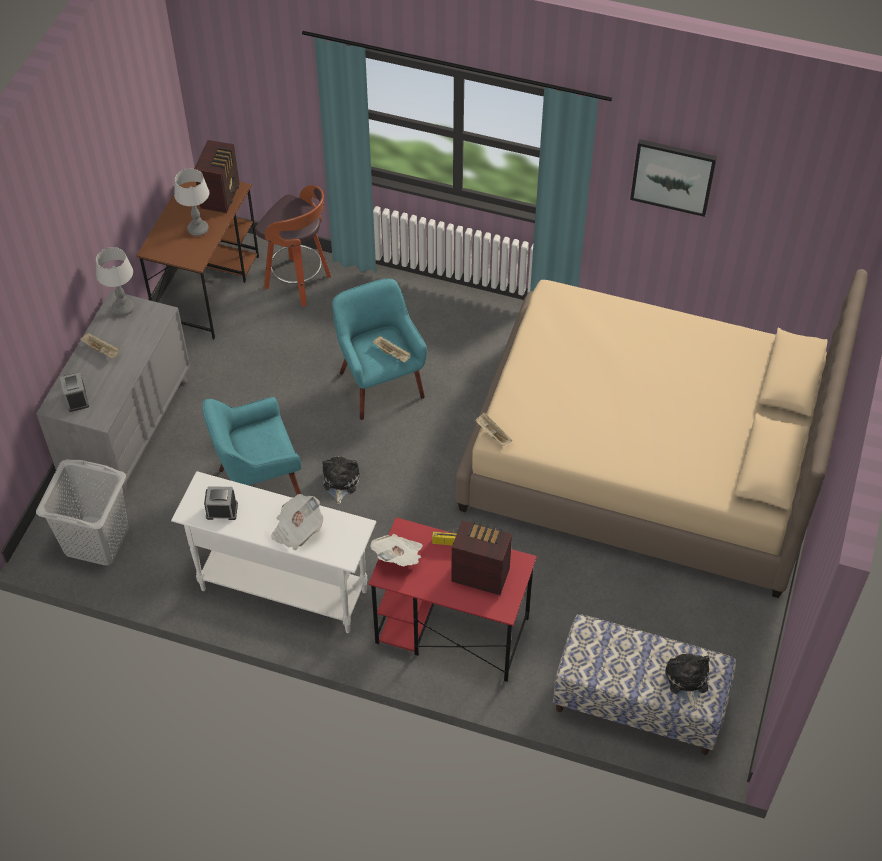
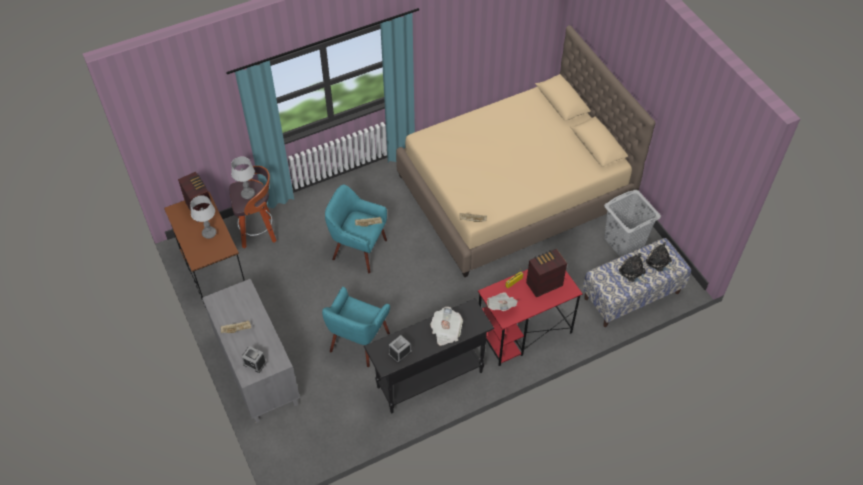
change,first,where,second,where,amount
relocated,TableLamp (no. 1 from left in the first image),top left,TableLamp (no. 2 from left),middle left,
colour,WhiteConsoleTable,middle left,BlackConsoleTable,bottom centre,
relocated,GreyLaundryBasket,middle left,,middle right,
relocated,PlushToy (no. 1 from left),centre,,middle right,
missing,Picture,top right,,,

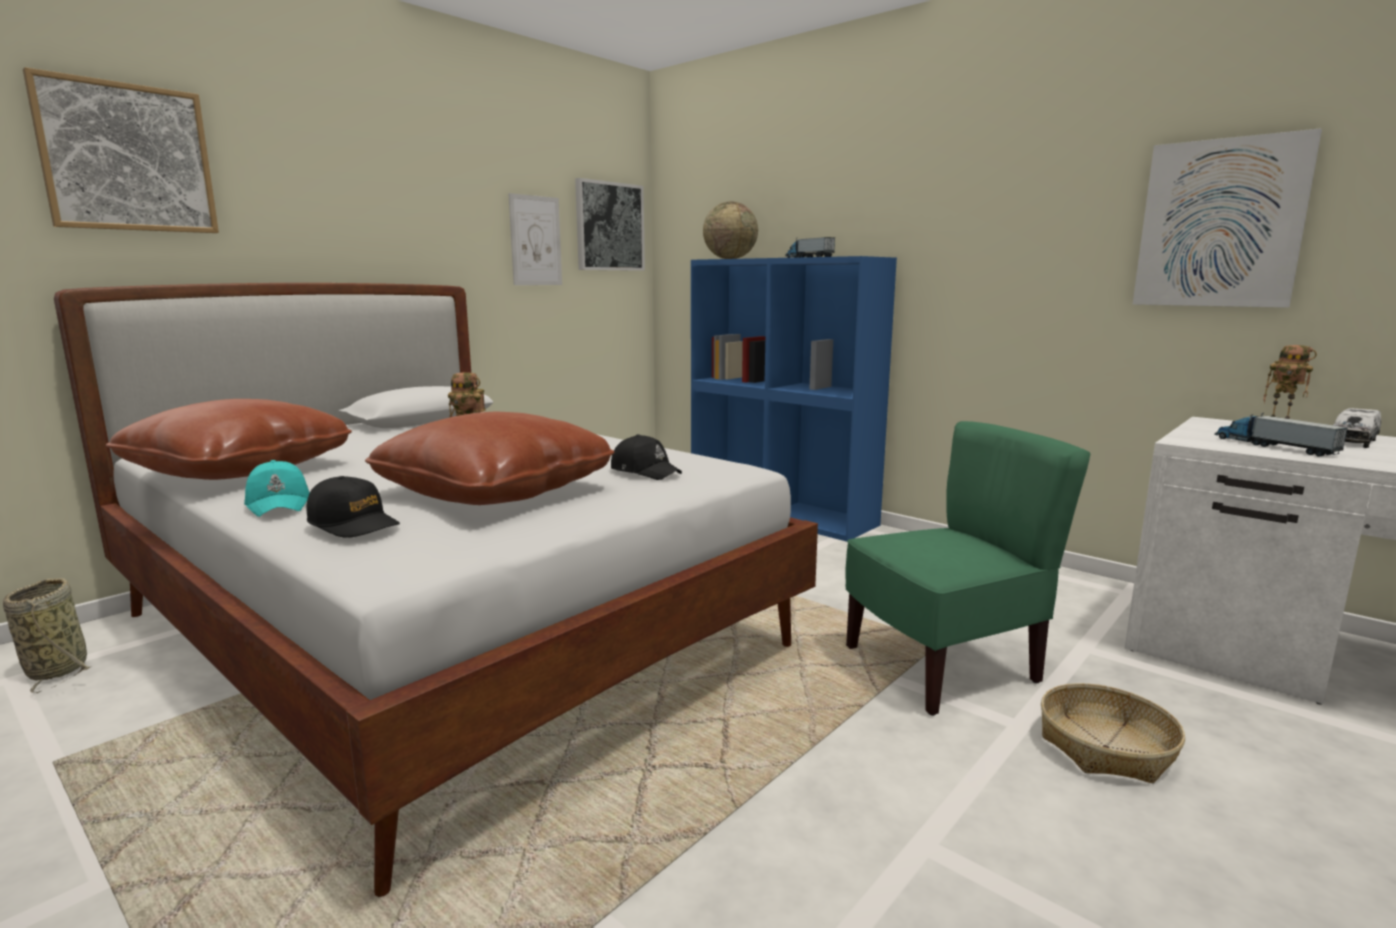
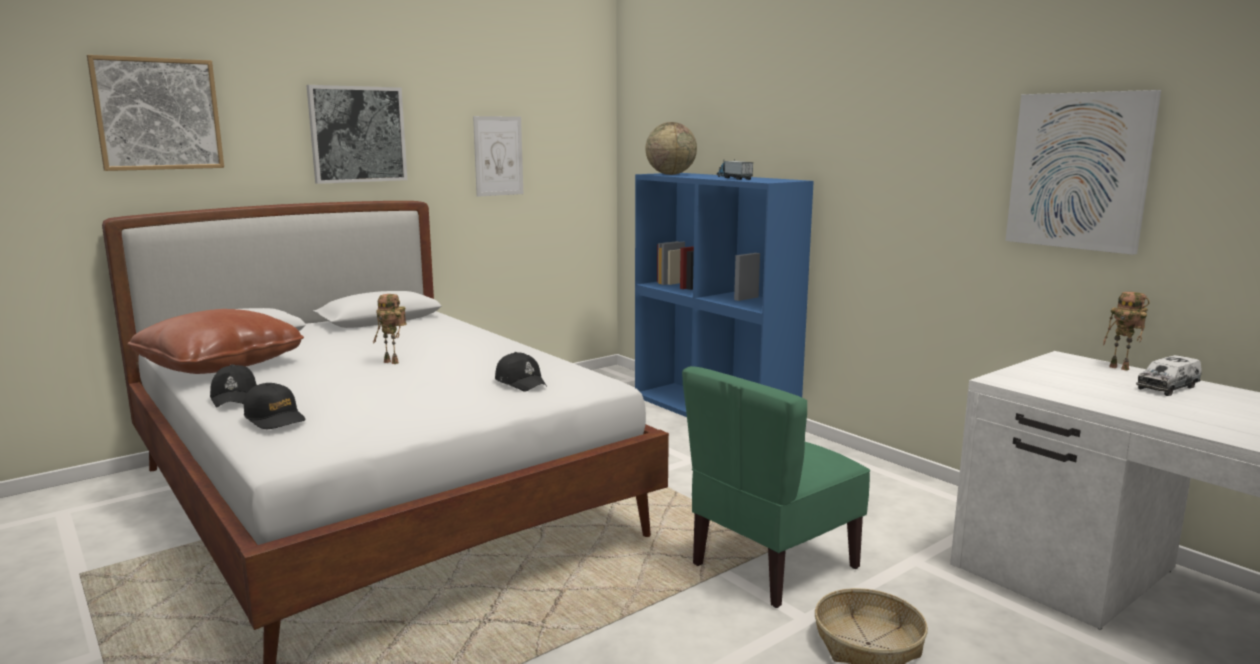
change,first,where,second,where,amount
colour,TurquoiseCap,middle left,BlackCap (no. 1 from left),middle left,
relocated,Picture (no. 3 from left in the first image),top centre,Picture (no. 2 from left),top left,
spun,GreenChair,middle right,,bottom centre,150 degrees clockwise
missing,Basket (no. 1 from left),bottom left,,,
missing,BrownPillow (no. 2 from left),centre,,,
missing,ToyTruck (no. 2 from left),middle right,,,

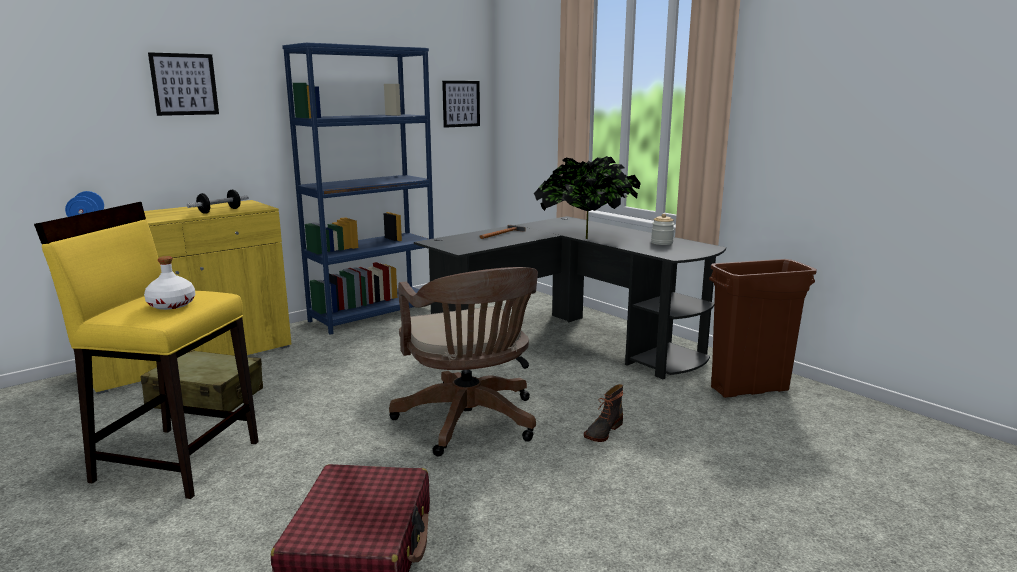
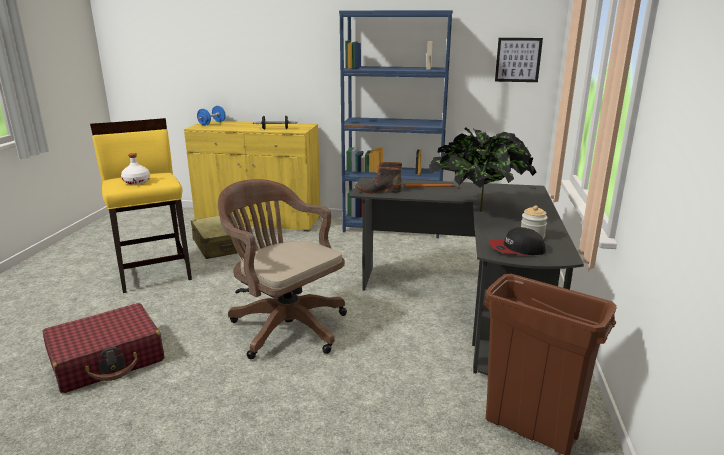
change,first,where,second,where,amount
spun,BrownOfficeChair,centre,,centre,105 degrees clockwise
relocated,Boot,bottom centre,,centre,
appeared,,,Cap,middle right,
missing,Picture (no. 1 from left),top left,,,

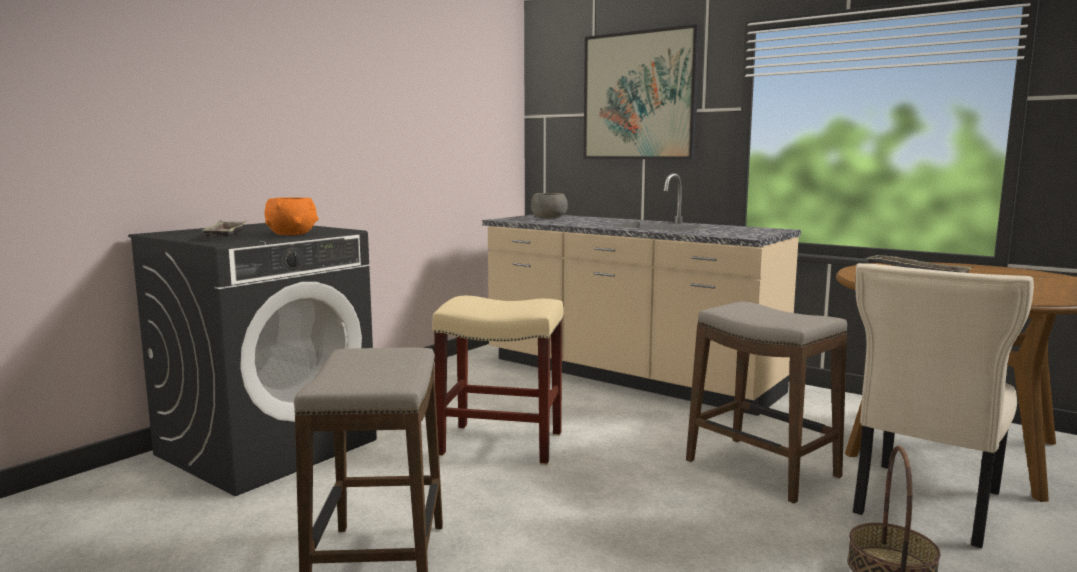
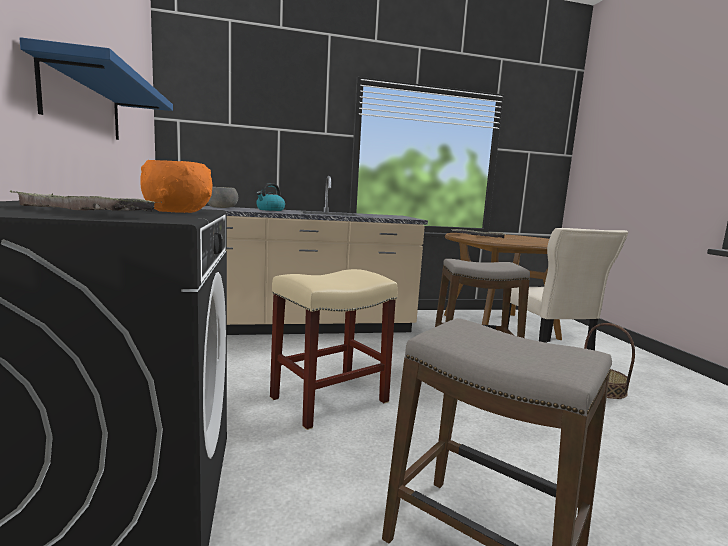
change,first,where,second,where,amount
appeared,,,BlueShelf,top left,
appeared,,,Kettle,centre,
missing,Picture,top centre,,,

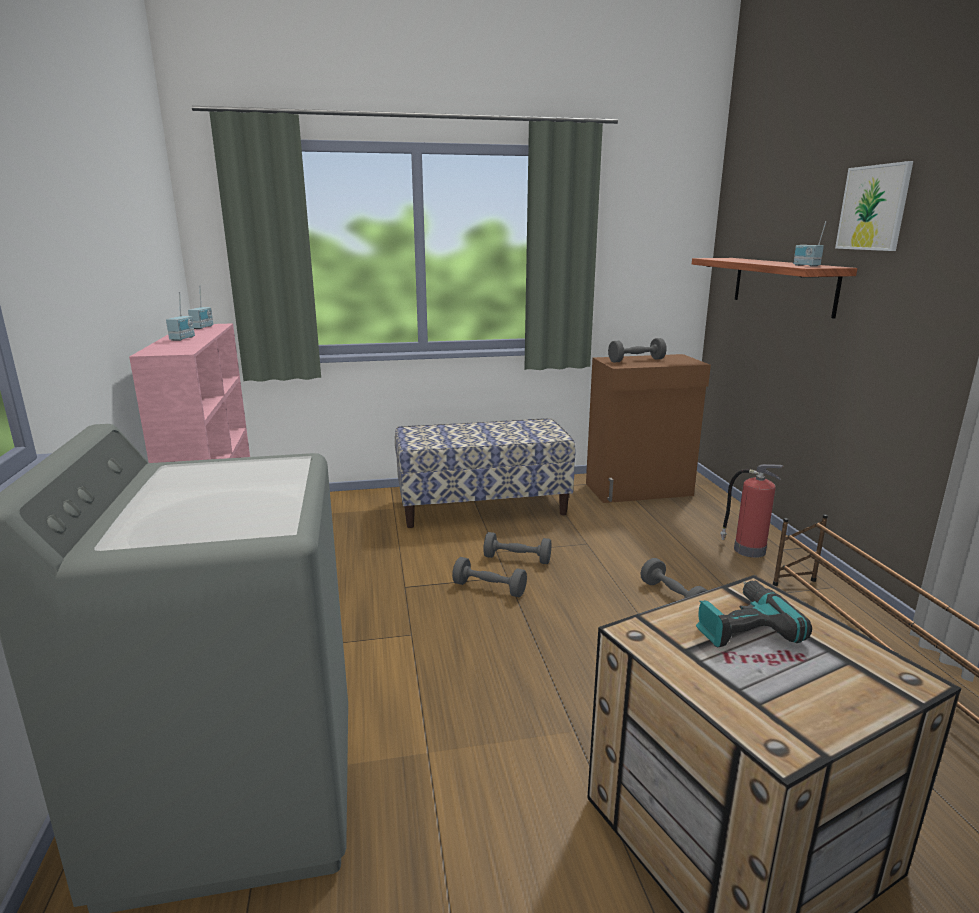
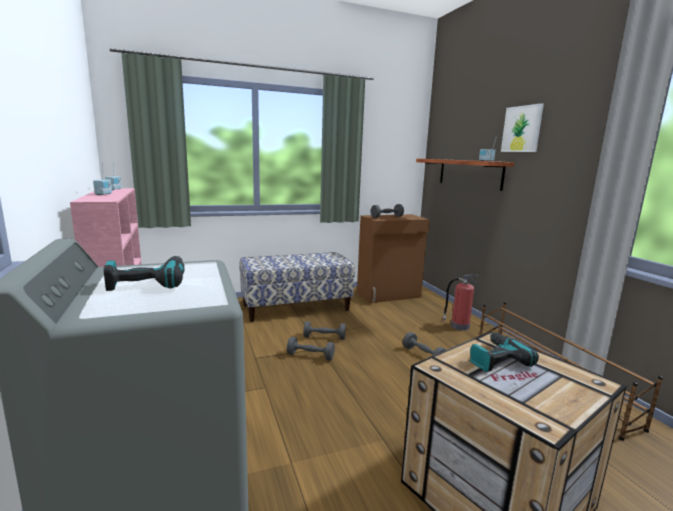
change,first,where,second,where,amount
appeared,,,PowerDrill (no. 1 from left),middle left,

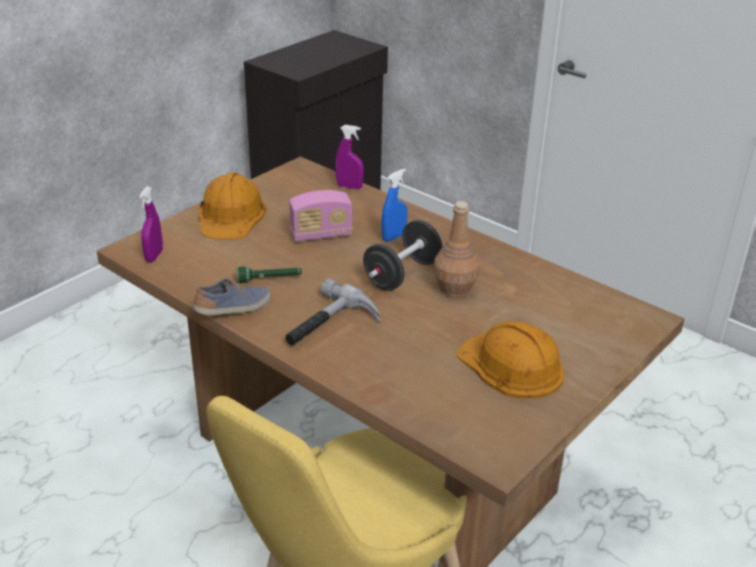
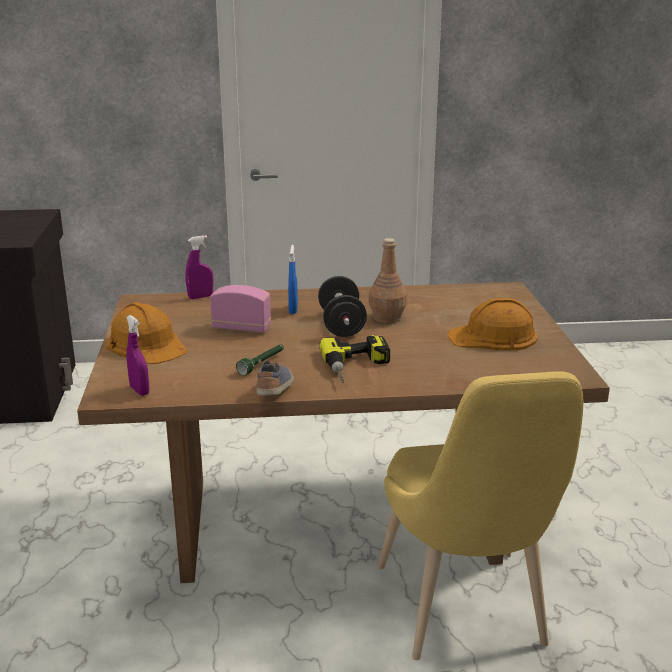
change,first,where,second,where,amount
spun,Radio,centre,,centre,105 degrees counterclockwise
exchanged,Hammer,centre,PowerDrill,centre,

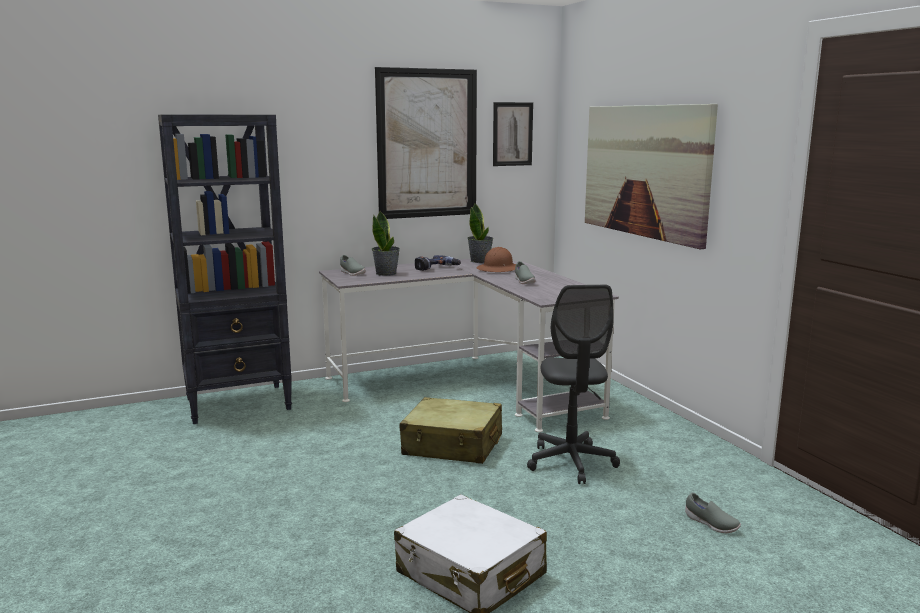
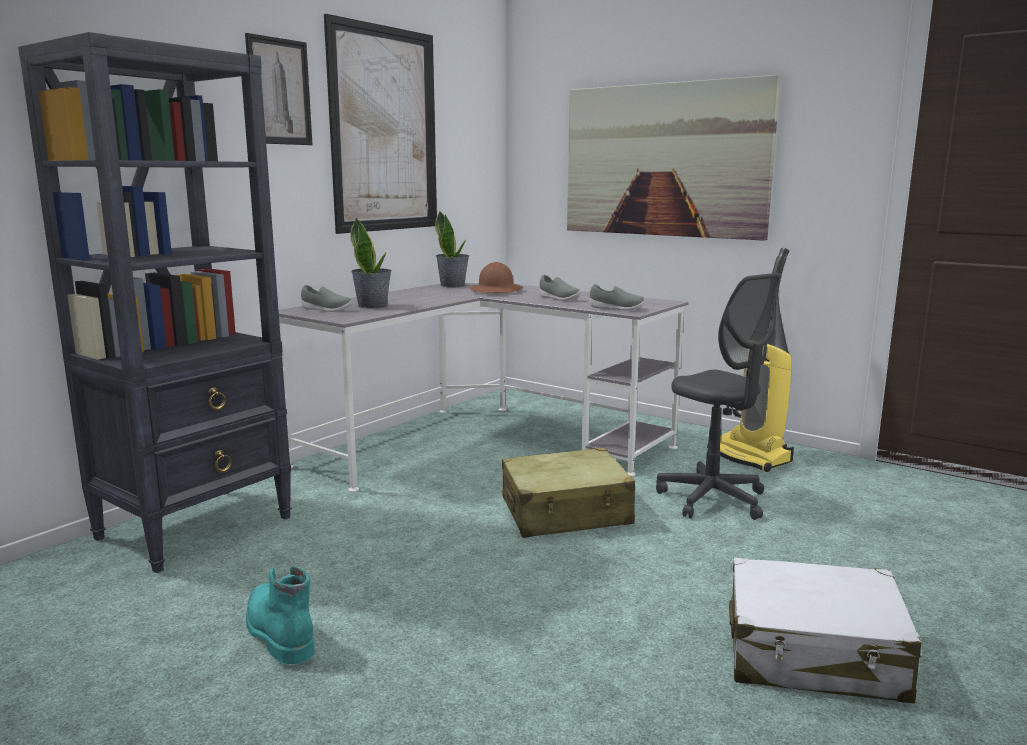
change,first,where,second,where,amount
relocated,Picture (no. 2 from left in the first image),top centre,Picture (no. 1 from left),top left,
appeared,,,TurquoiseBoot,bottom left,
relocated,GreyShoe (no. 3 from left),bottom right,,centre,
appeared,,,VacuumCleaner,middle right,
missing,PowerDrill,centre,,,

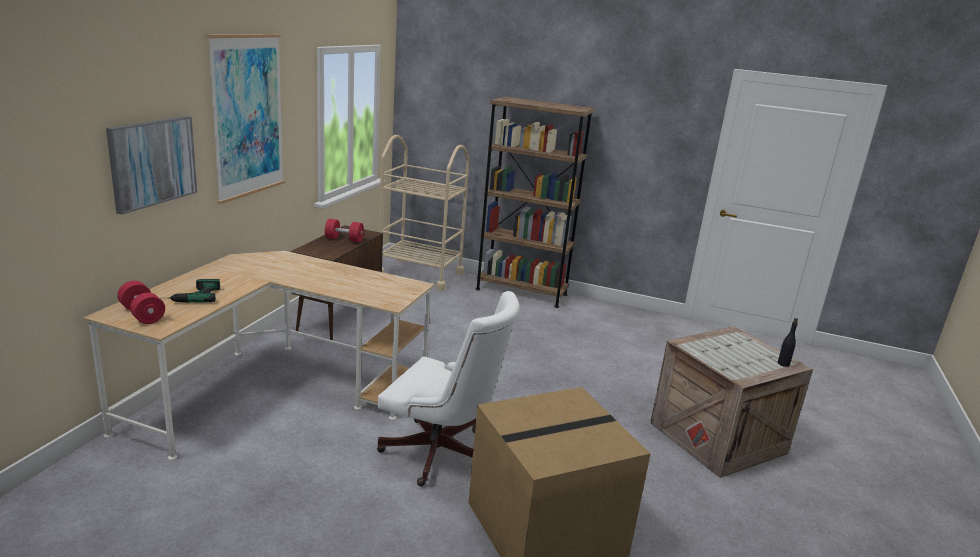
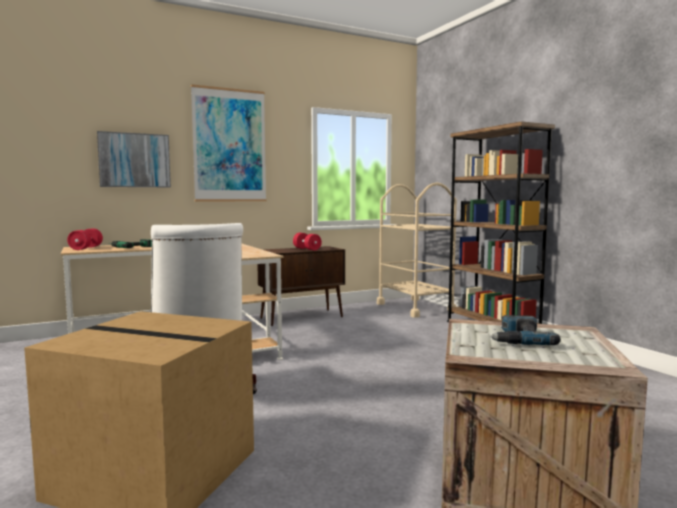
change,first,where,second,where,amount
appeared,,,PowerDrill (no. 2 from left),middle right,
missing,BlackBottle,middle right,,,

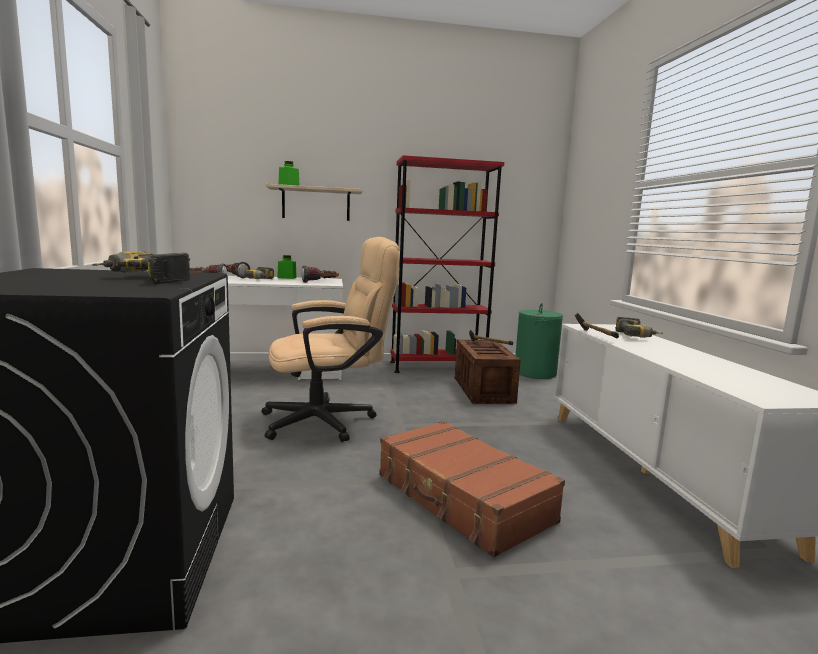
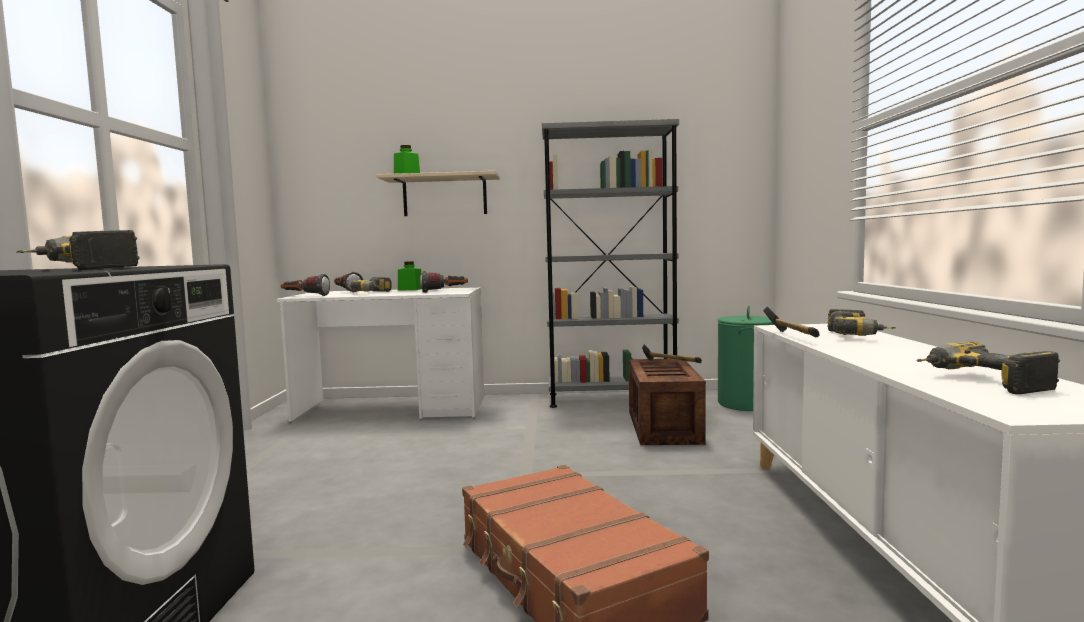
change,first,where,second,where,amount
colour,RedBookcase,centre,GreyBookcase,centre,
appeared,,,PowerDrill (no. 4 from left),middle right,
missing,BeigeOfficeChair,centre,,,

